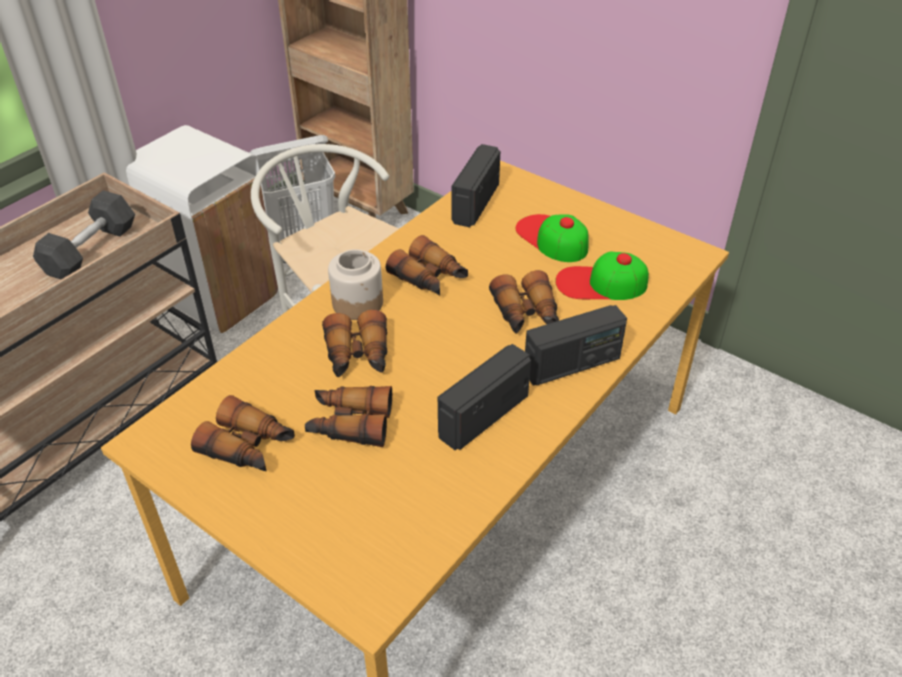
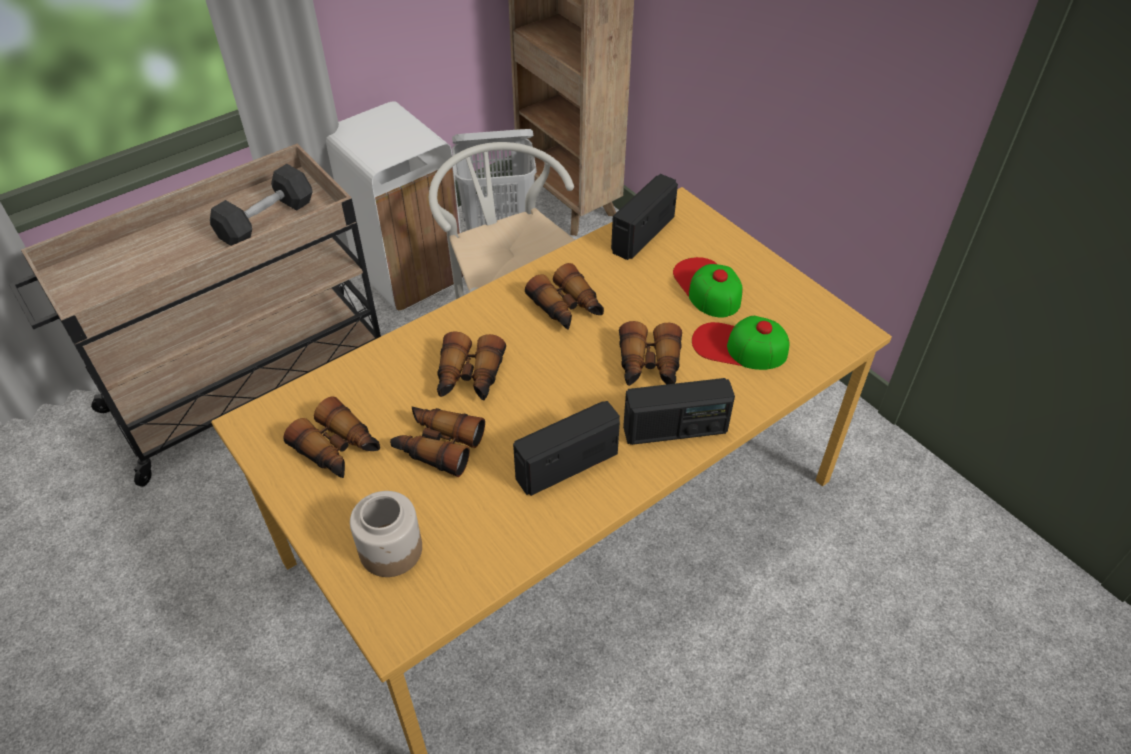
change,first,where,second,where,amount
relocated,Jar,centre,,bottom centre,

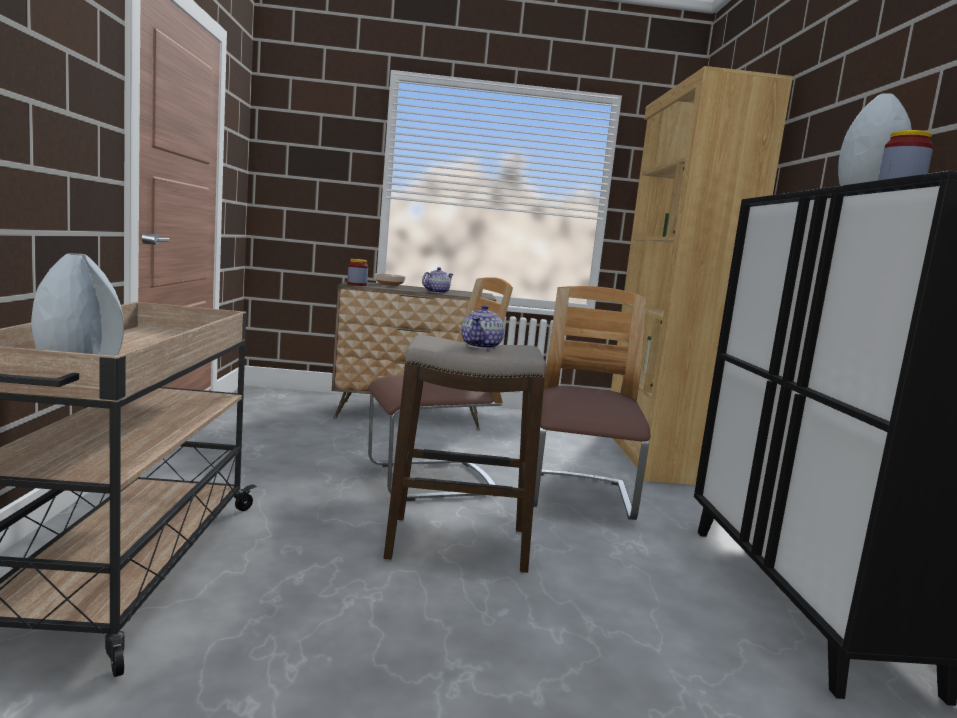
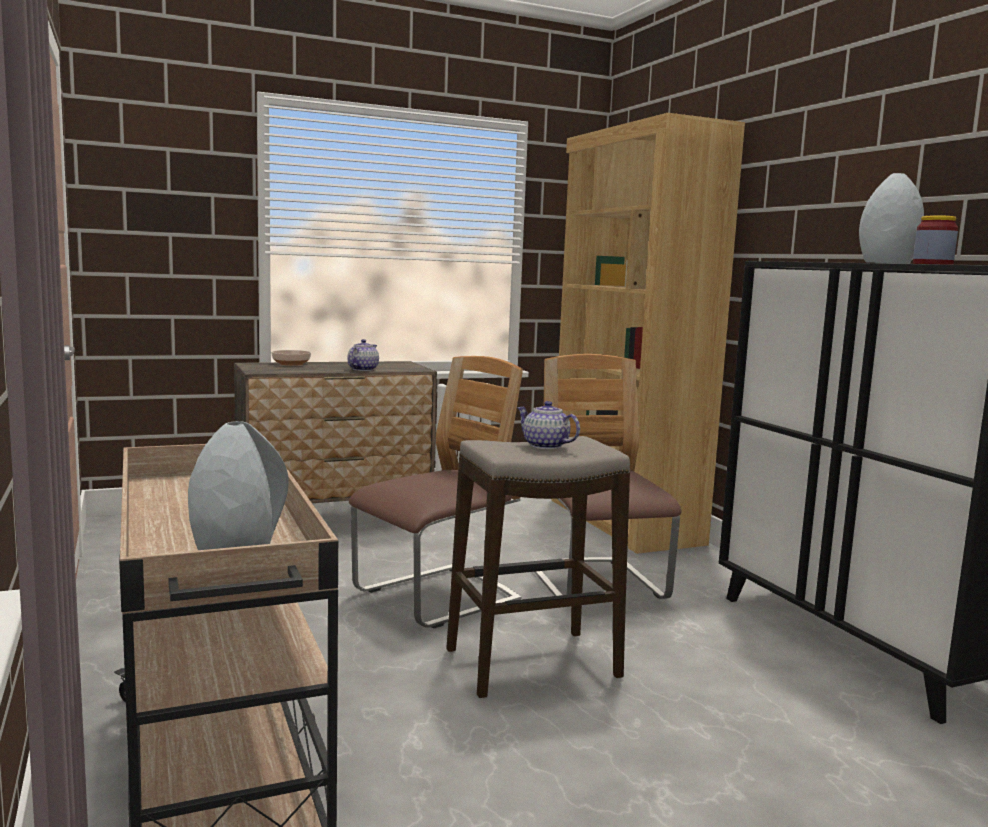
change,first,where,second,where,amount
spun,Teapot (no. 2 from left),centre,,centre,135 degrees clockwise
missing,Jar (no. 1 from left),centre,,,

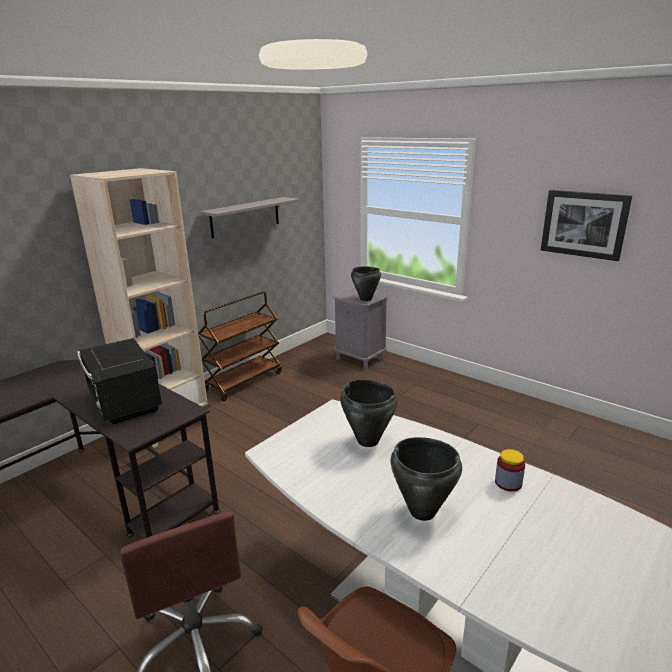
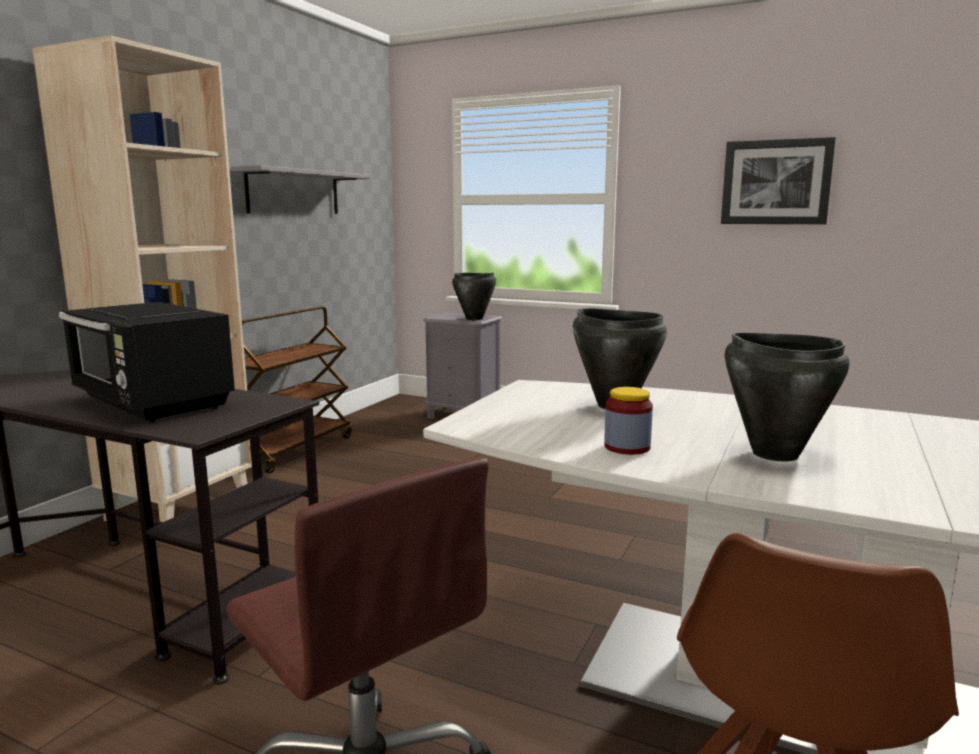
change,first,where,second,where,amount
relocated,Jar,bottom right,,centre,

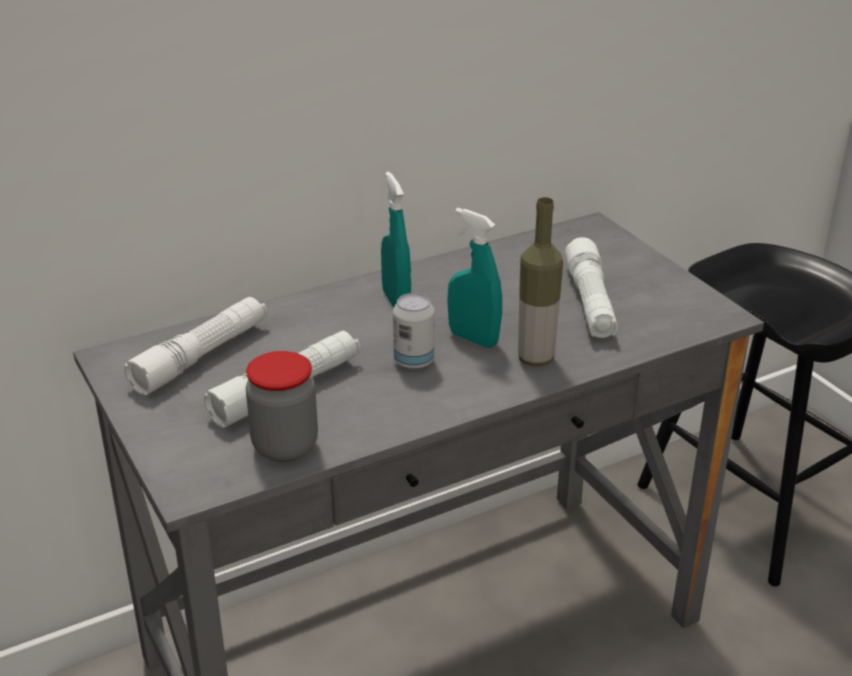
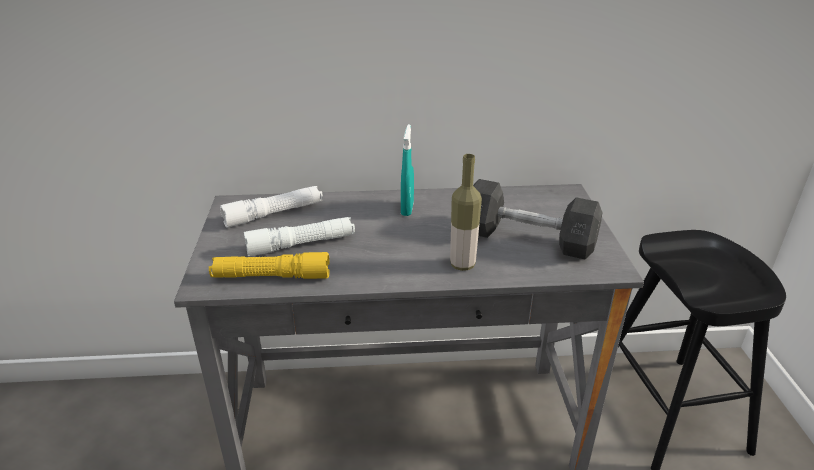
change,first,where,second,where,amount
exchanged,Jar,middle left,YellowFlashlight,middle left,
exchanged,WhiteFlashlight (no. 3 from left),middle right,GreyDumbbell,centre,
missing,Can,centre,,,
missing,TurquoiseSprayBottle (no. 2 from left),centre,,,

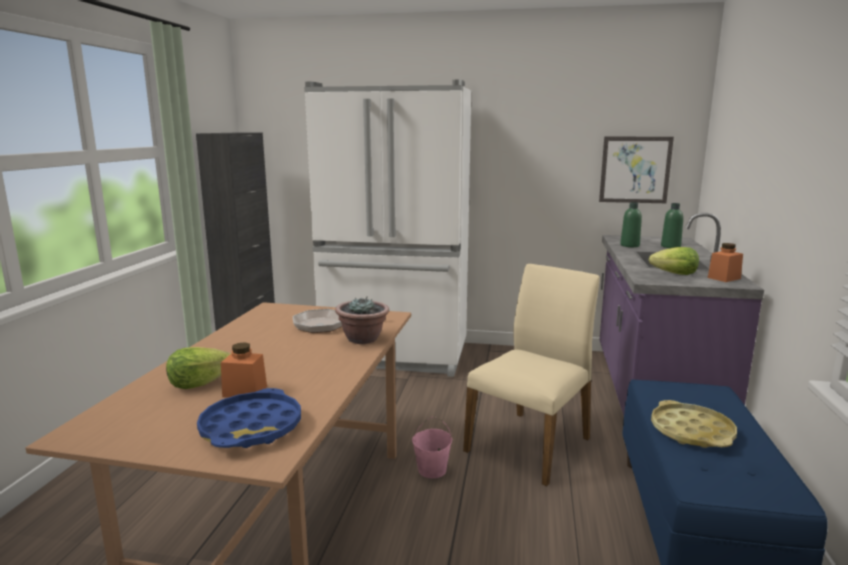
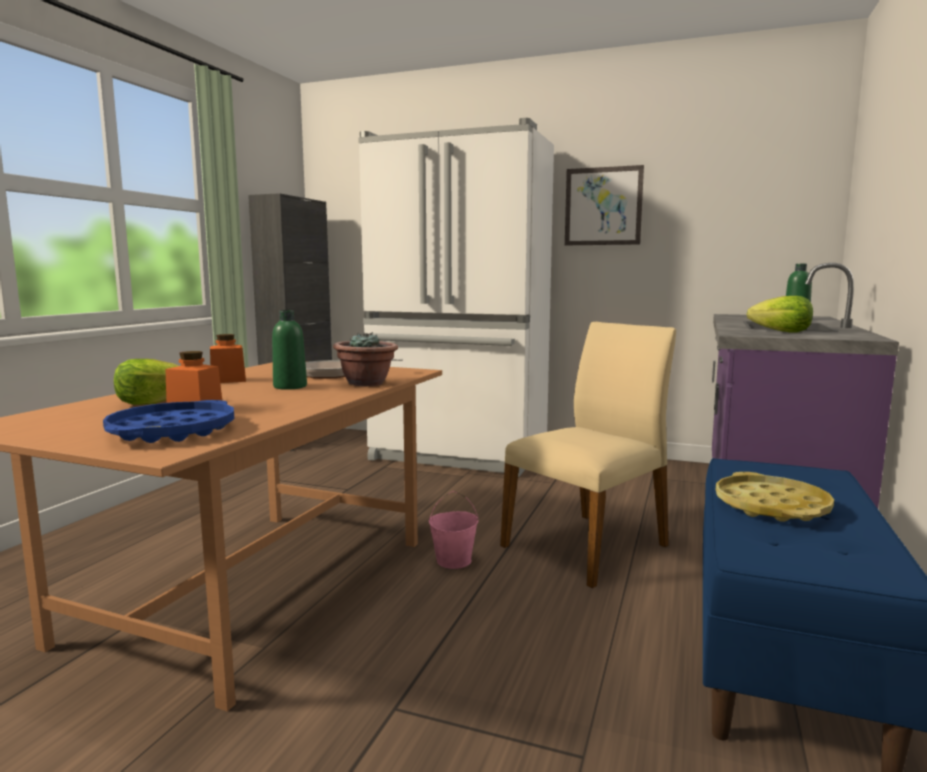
change,first,where,second,where,amount
relocated,OrangeJar (no. 2 from left),middle right,,middle left,
relocated,GreenBottle (no. 1 from left),middle right,,middle left,
relocated,Picture,top right,,top centre,

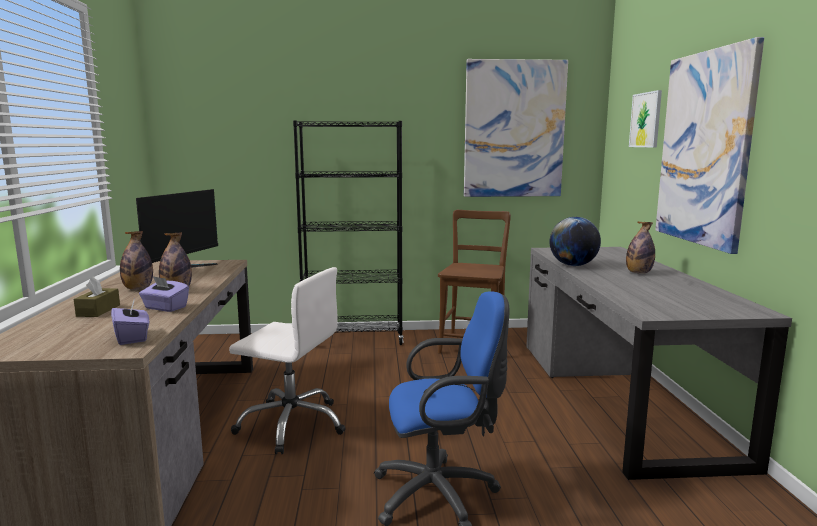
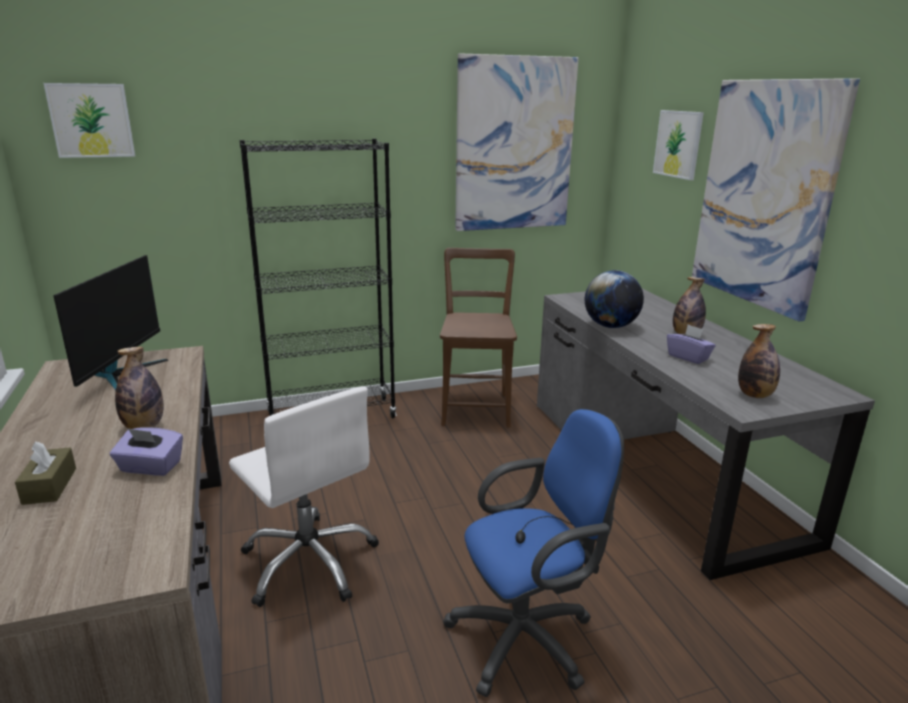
change,first,where,second,where,amount
appeared,,,Picture (no. 1 from left),top left,
spun,WhiteOfficeChair,bottom centre,,bottom centre,45 degrees clockwise
relocated,PurpleTissueBox (no. 1 from left in the first image),middle left,PurpleTissueBox (no. 2 from left),middle right,
relocated,Bottle (no. 1 from left in the first image),middle left,Bottle (no. 3 from left),middle right,

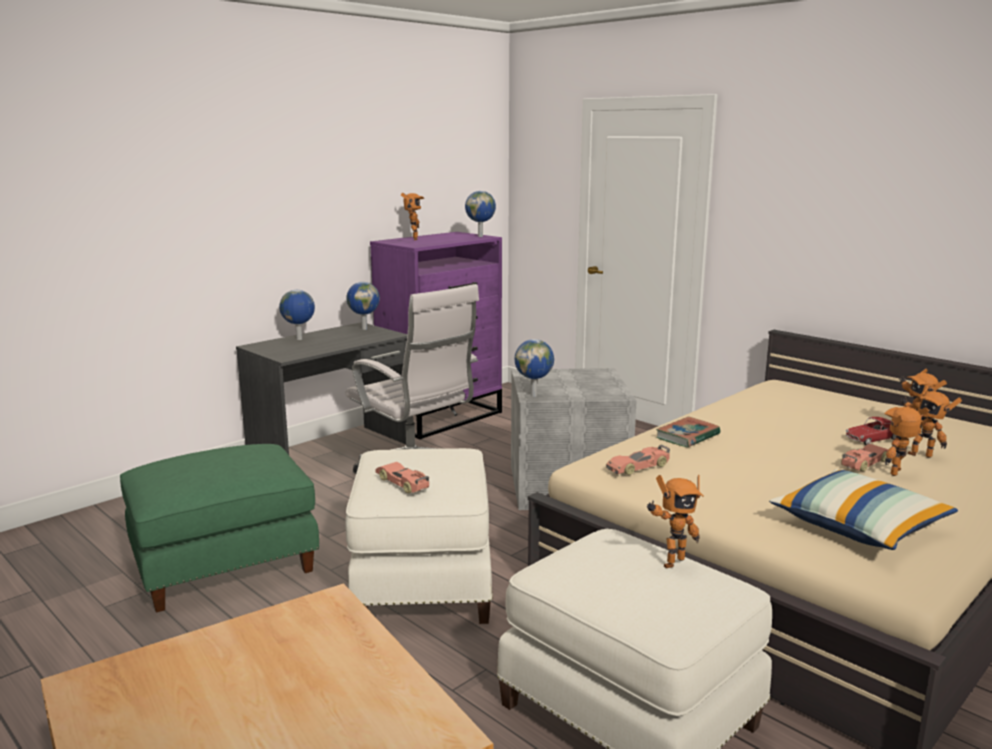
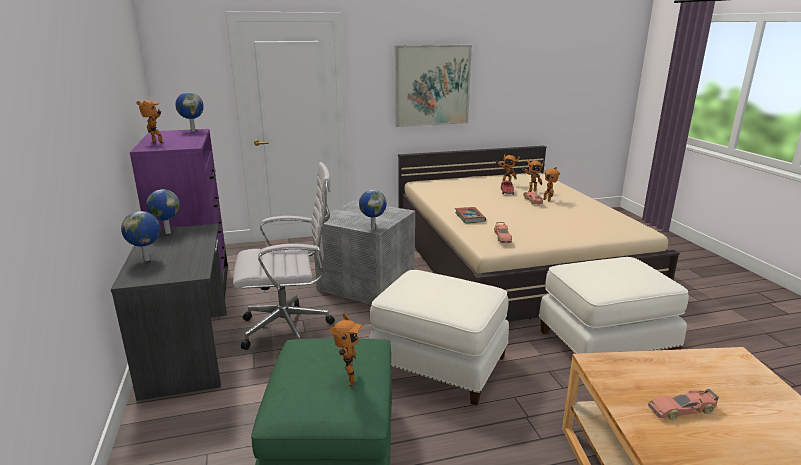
change,first,where,second,where,amount
relocated,ToyRobot (no. 2 from left),bottom right,,bottom centre,
appeared,,,Picture,top centre,
relocated,ToyCar (no. 1 from left in the first image),centre,ToyCar (no. 4 from left),bottom right,
missing,Pillow,bottom right,,,

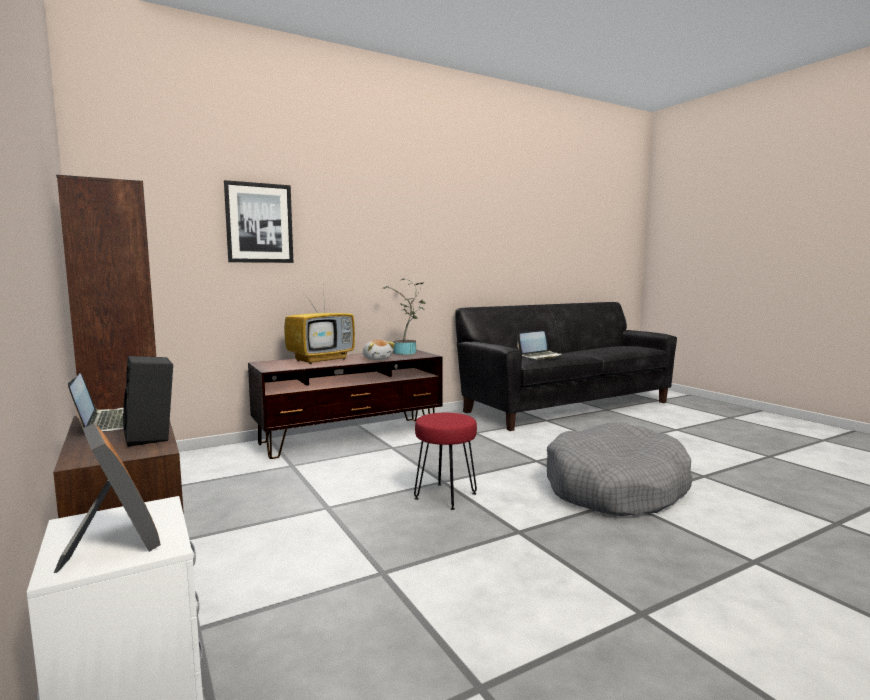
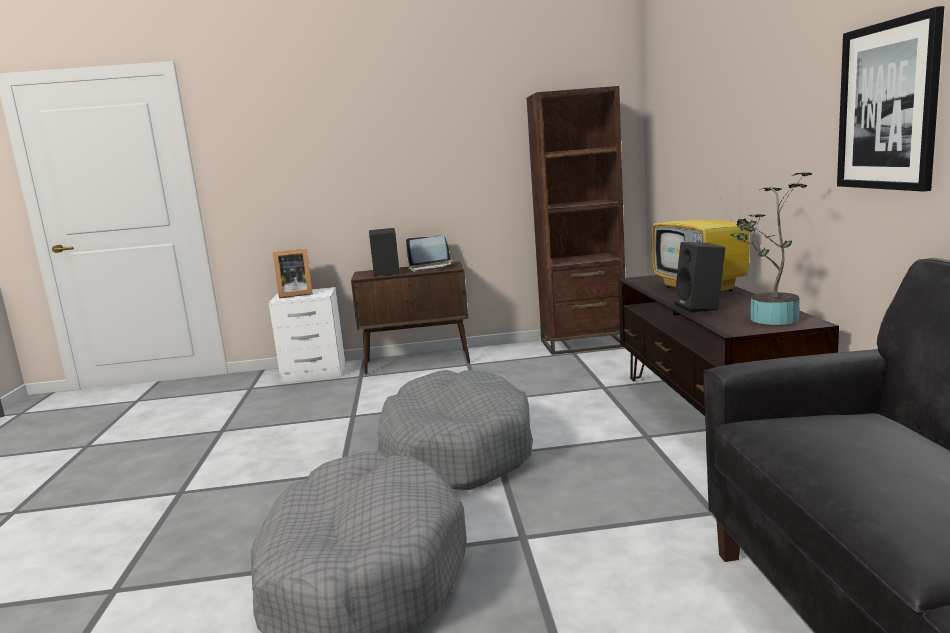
change,first,where,second,where,amount
exchanged,RedStool,centre,GreyDogBed (no. 2 from left),bottom centre,
exchanged,PlushToy,centre,BlackSpeaker (no. 2 from left),middle right,
relocated,Picture,top left,,top right,
missing,Laptop (no. 2 from left),centre,,,

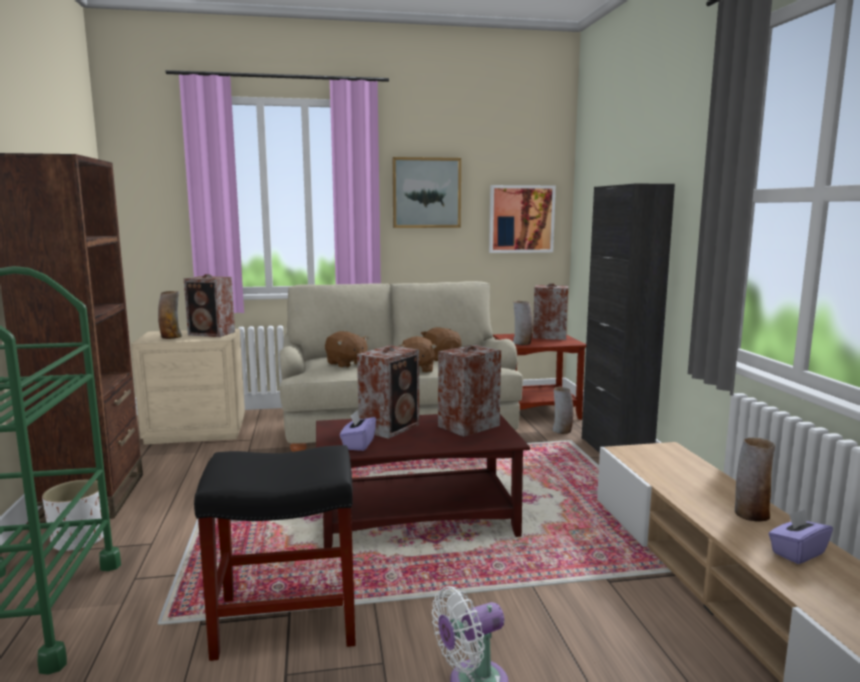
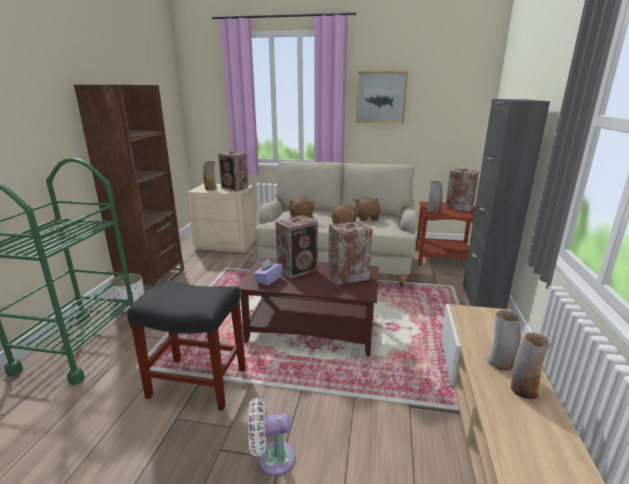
change,first,where,second,where,amount
relocated,Vase (no. 3 from left),centre,,bottom right,
missing,Picture (no. 2 from left),top centre,,,
missing,PurpleTissueBox (no. 2 from left),bottom right,,,

